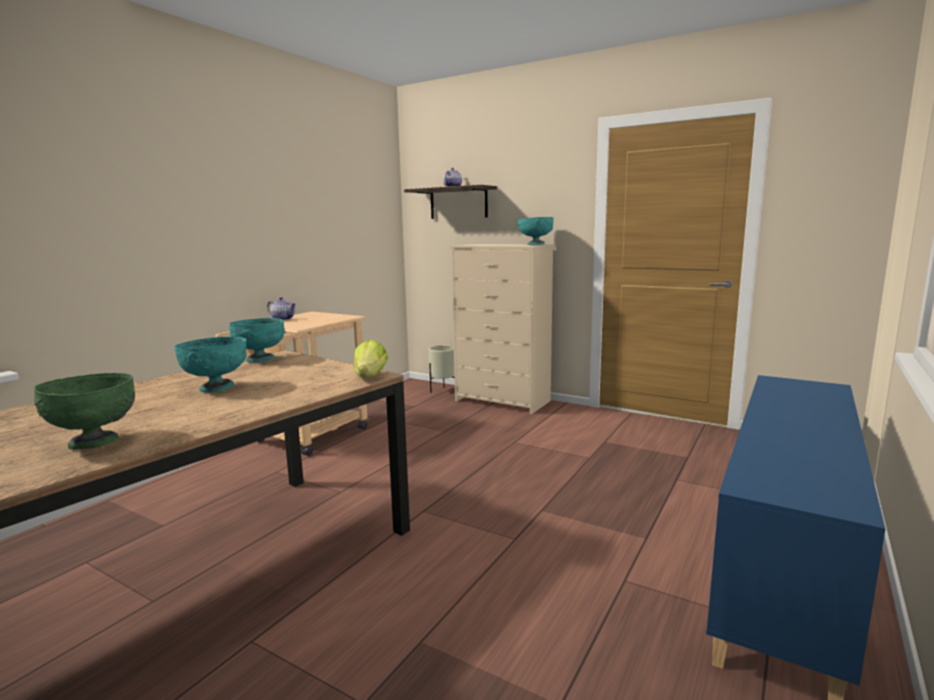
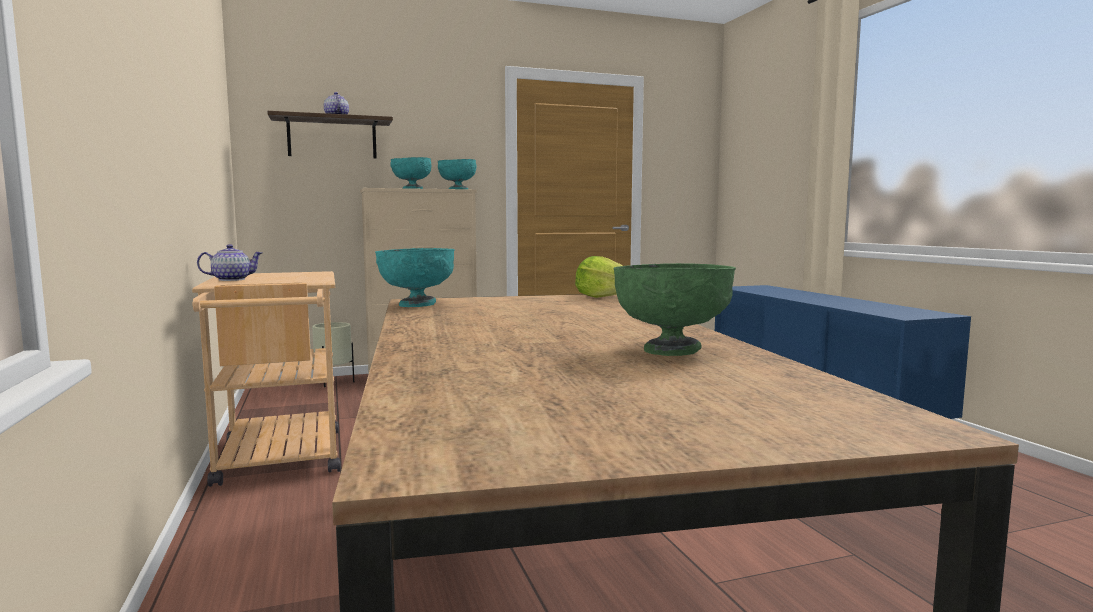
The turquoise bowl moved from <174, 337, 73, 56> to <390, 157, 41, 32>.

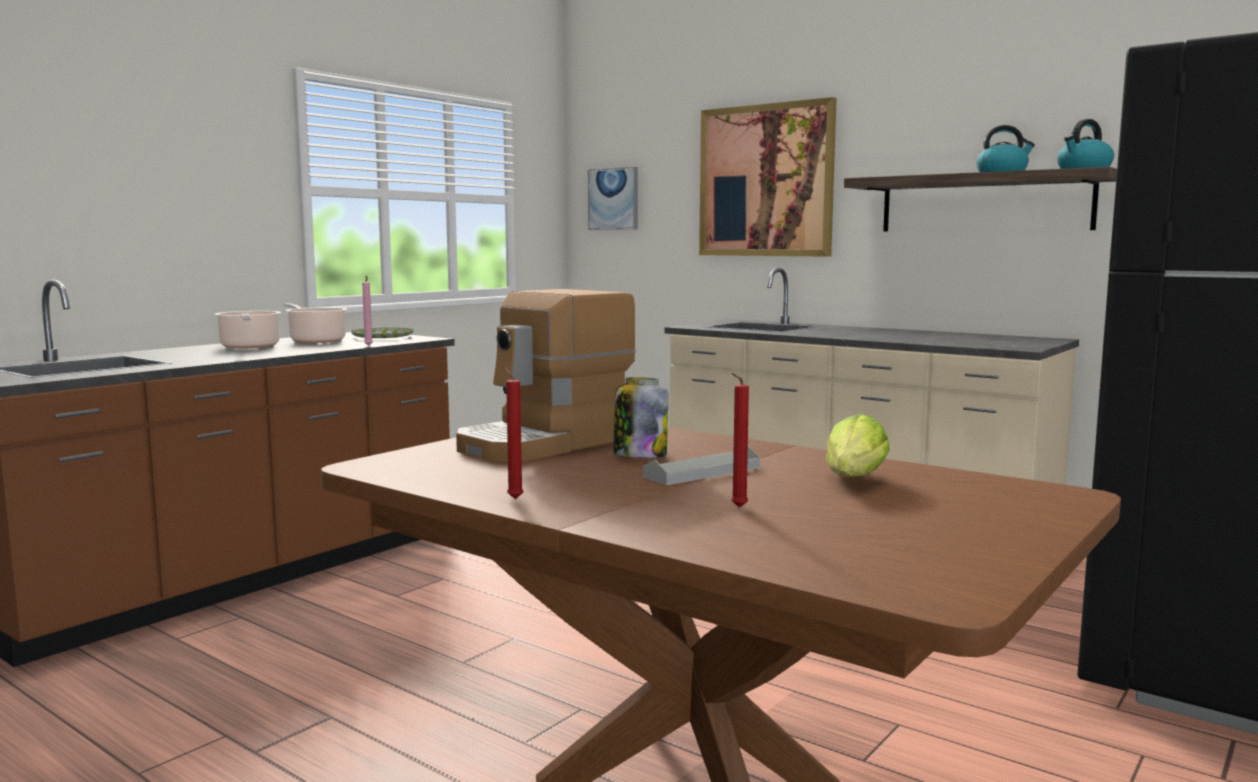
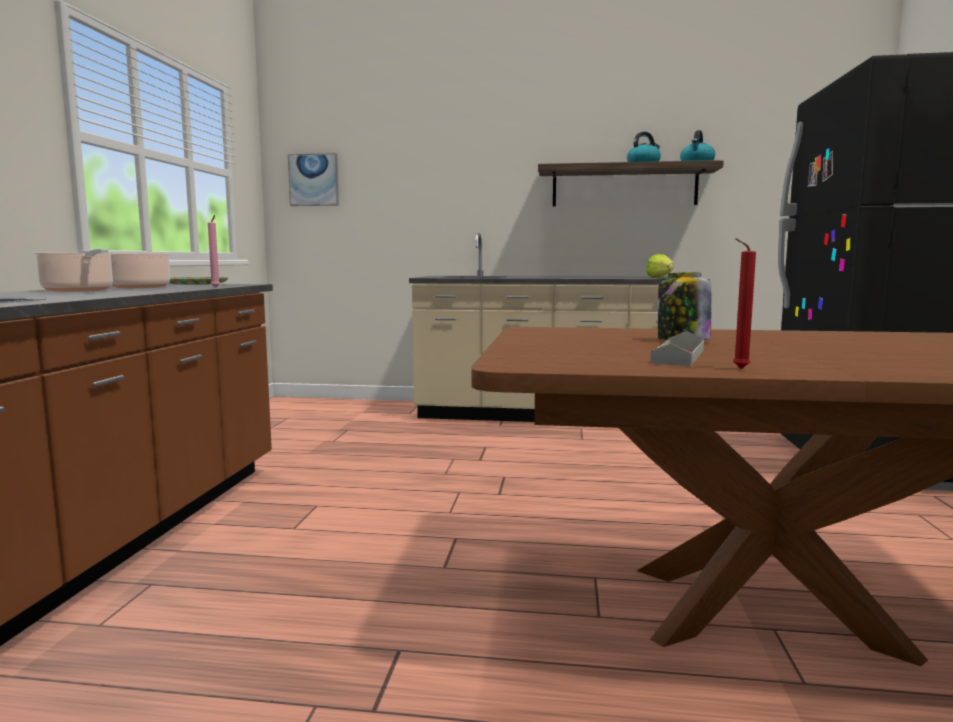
The lettuce moved from <826, 414, 64, 63> to <646, 254, 27, 24>. The grey tray moved from <643, 446, 117, 40> to <650, 331, 54, 35>. The coffee machine at <456, 289, 180, 173> disappeared. The picture at <699, 97, 138, 160> disappeared. The red candle at <731, 373, 18, 135> disappeared.

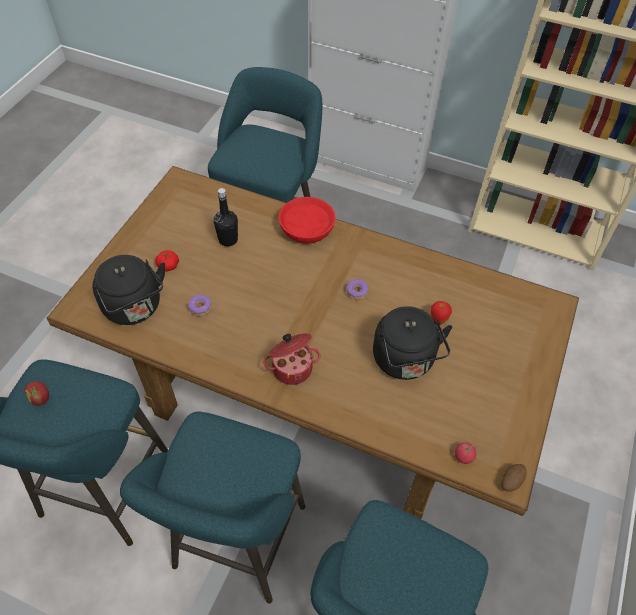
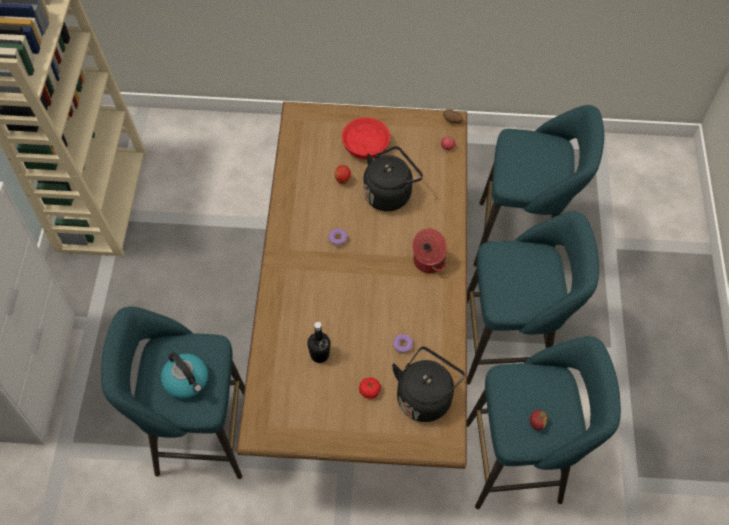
The kettle at <161, 352, 47, 47> appeared. The red bowl moved from <279, 197, 57, 47> to <342, 117, 48, 42>.

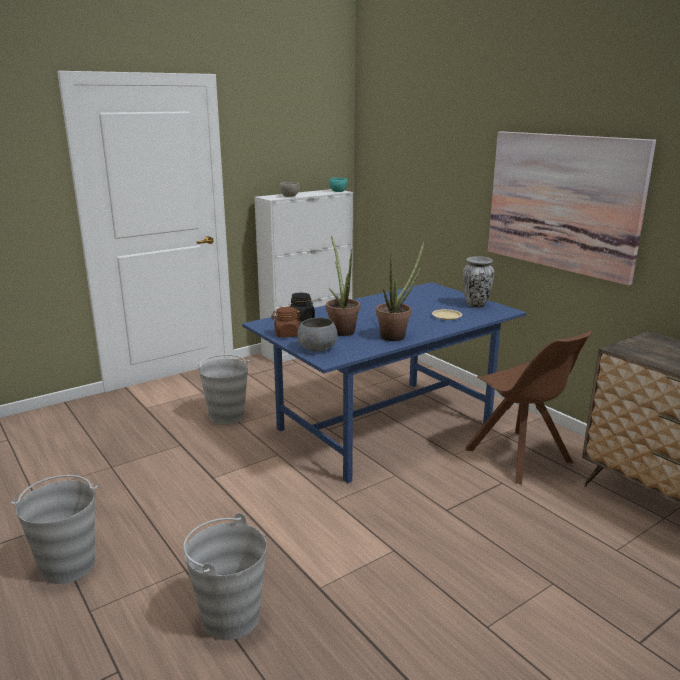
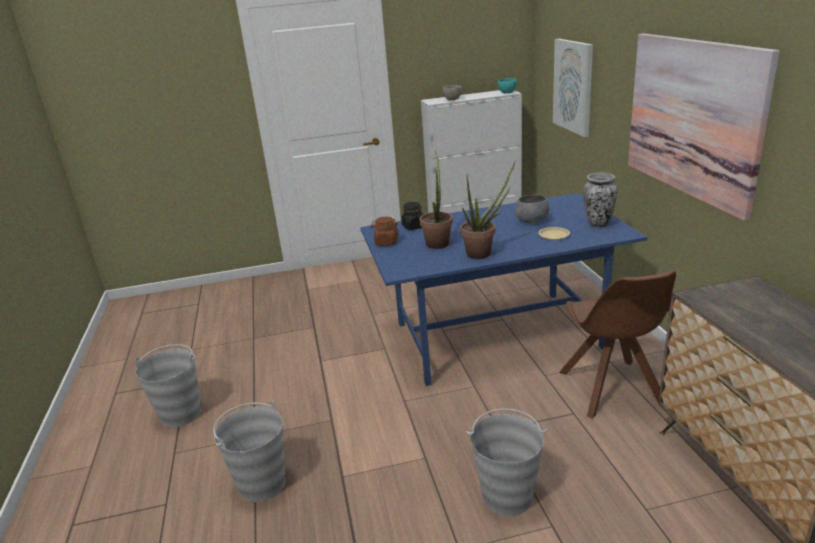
The grey bucket moved from <196, 355, 54, 70> to <467, 409, 80, 107>. The grey bowl moved from <297, 317, 41, 35> to <515, 195, 34, 28>. The picture at <553, 39, 40, 98> appeared.

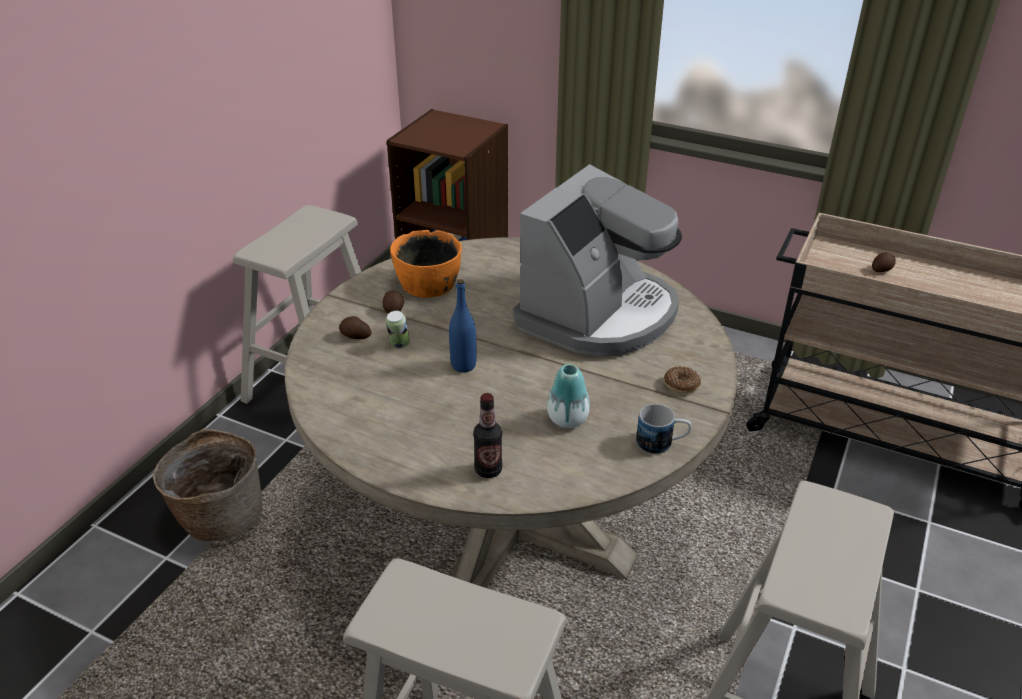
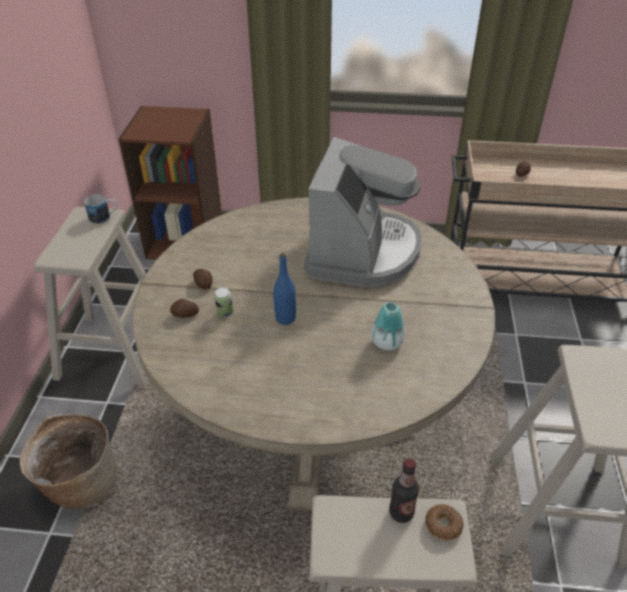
The mug moved from <636, 404, 56, 50> to <84, 194, 34, 30>. The bottle moved from <473, 393, 30, 85> to <389, 458, 30, 65>. The donut moved from <664, 366, 37, 28> to <425, 504, 39, 37>. The orange bowl at <390, 230, 72, 68> disappeared.

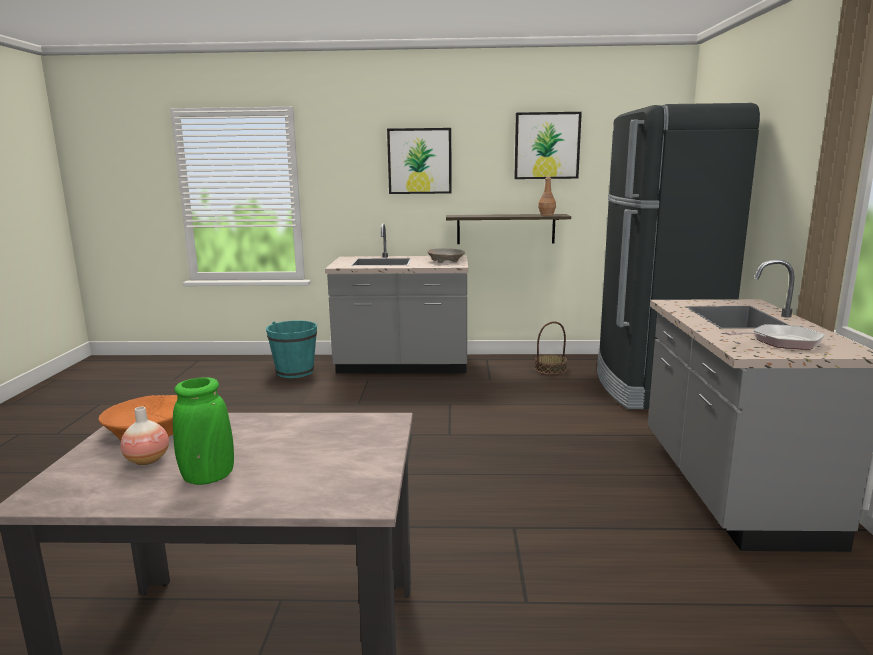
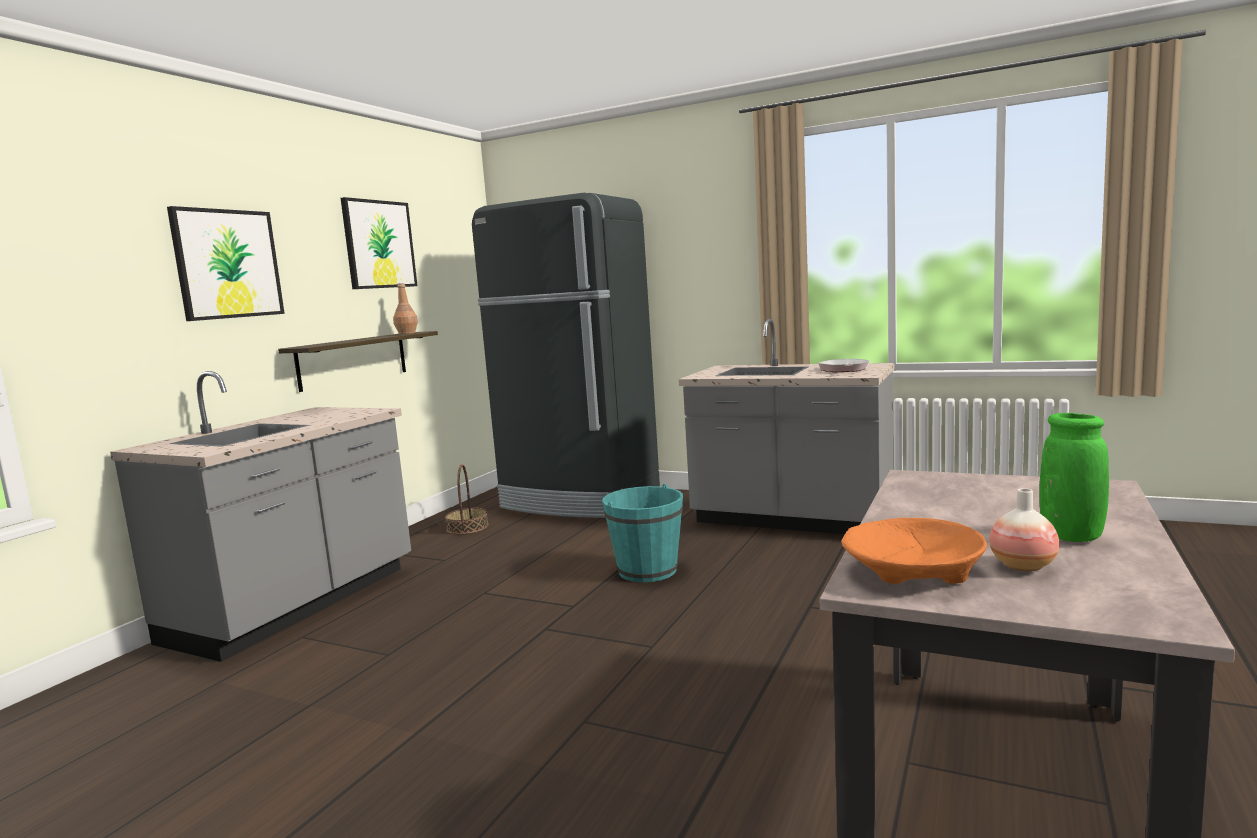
The turquoise bucket moved from <266, 320, 51, 58> to <602, 484, 81, 98>. The beige bowl at <427, 248, 38, 15> disappeared.

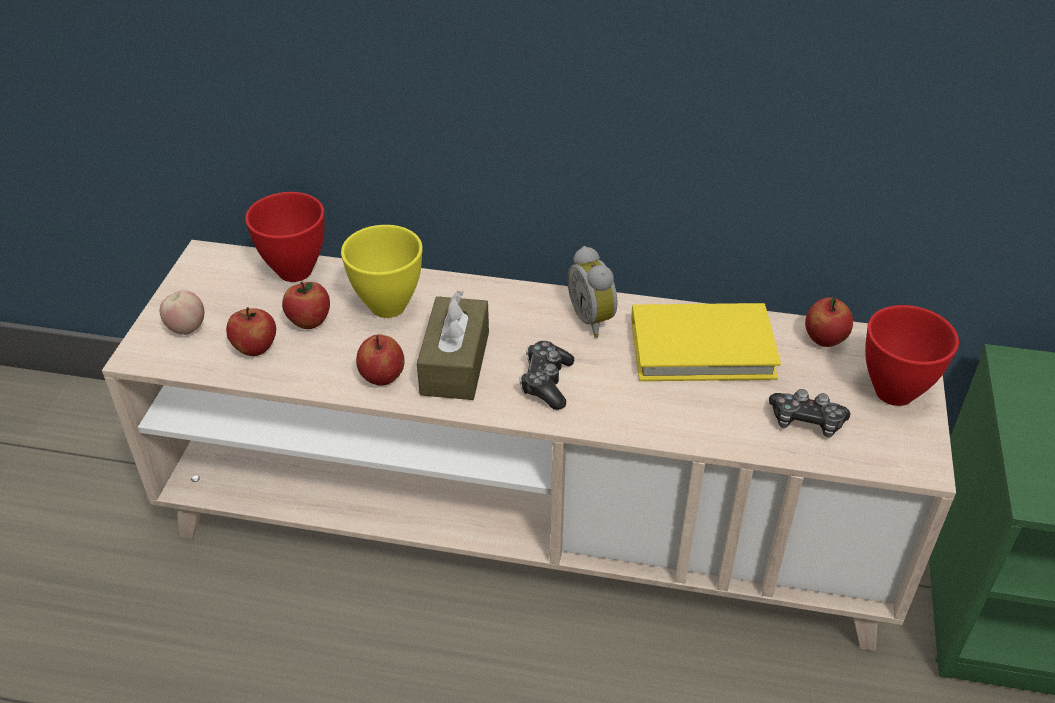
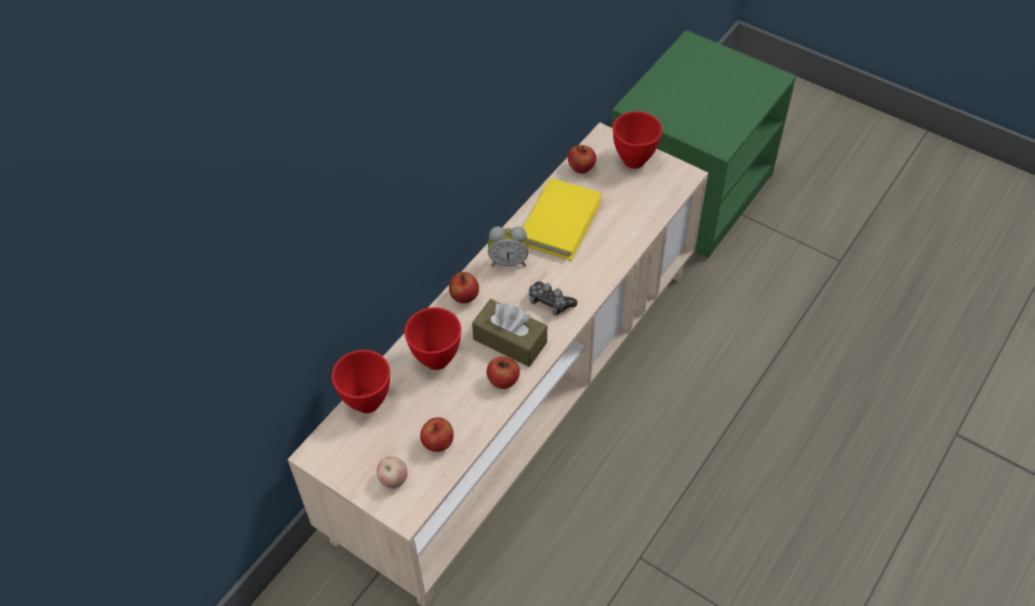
The yellow bowl at <341, 225, 82, 93> became the red bowl at <404, 307, 57, 63>. The apple moved from <282, 282, 48, 47> to <449, 272, 30, 32>. The game controller at <769, 389, 81, 49> disappeared.

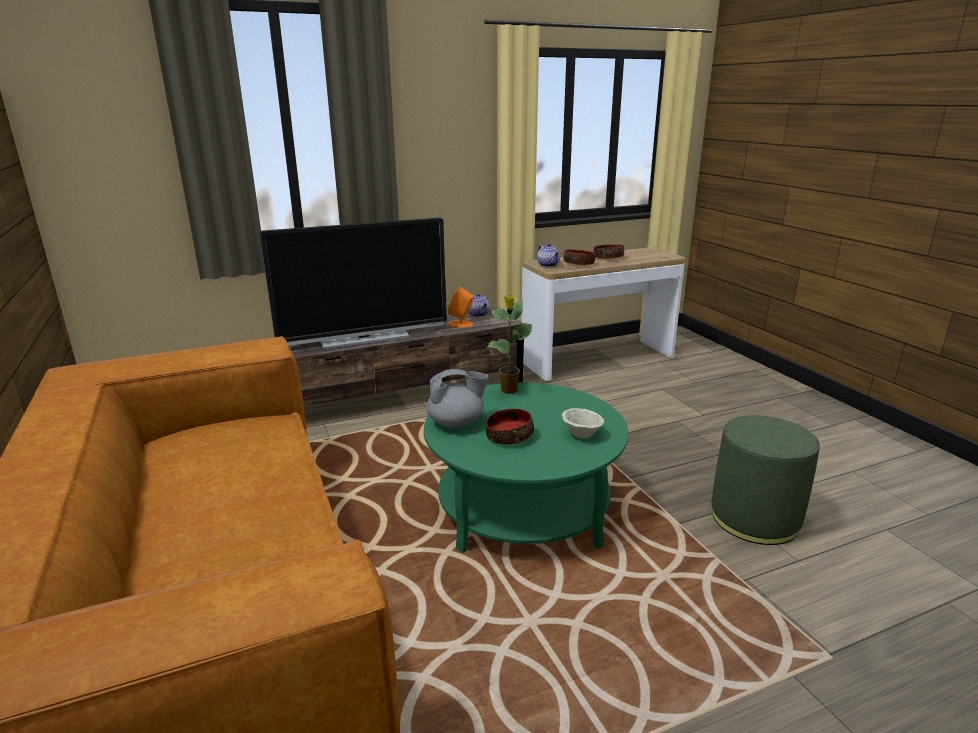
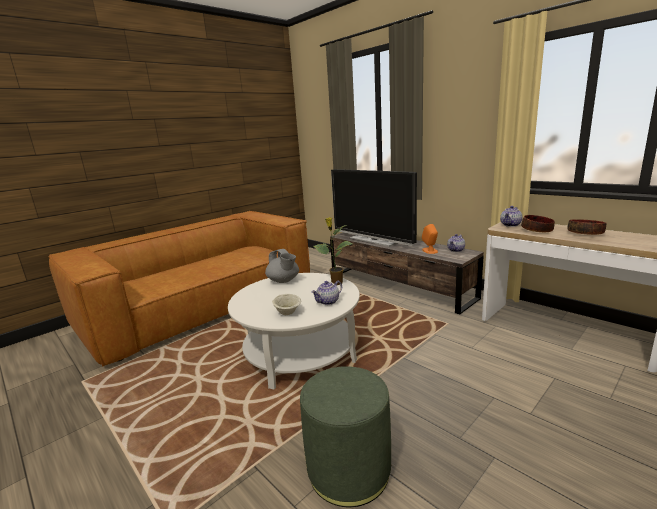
The green coffee table at <424, 382, 204, 171> became the white coffee table at <228, 273, 132, 116>. The teapot at <311, 281, 31, 24> appeared. The bowl at <486, 409, 48, 36> disappeared.

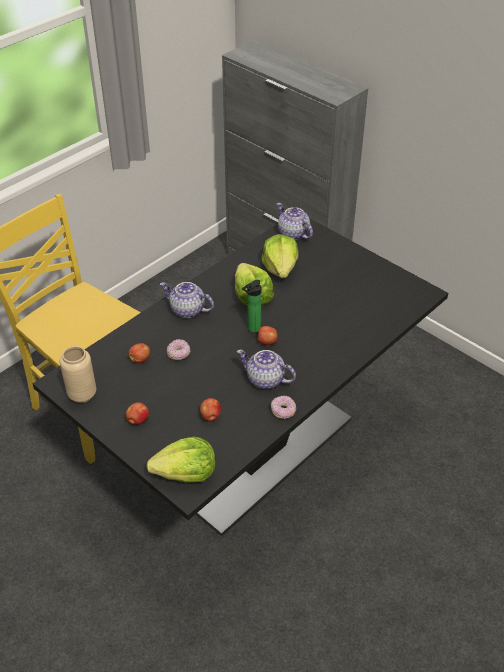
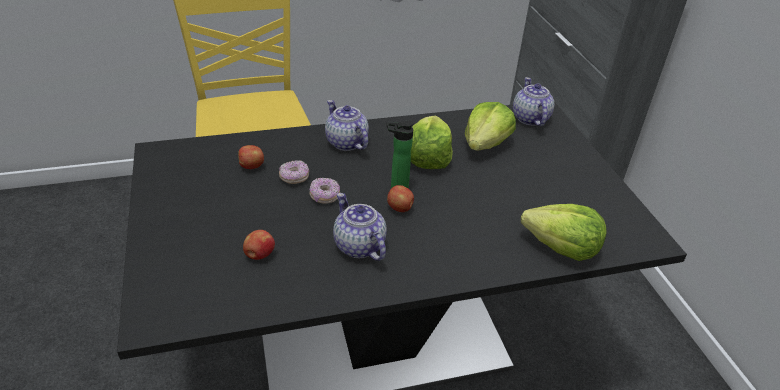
The donut moved from <271, 396, 25, 23> to <310, 178, 30, 25>. The lettuce moved from <146, 437, 70, 46> to <521, 204, 86, 57>. The beige vase at <60, 346, 36, 57> disappeared. The apple at <126, 402, 23, 23> disappeared.

